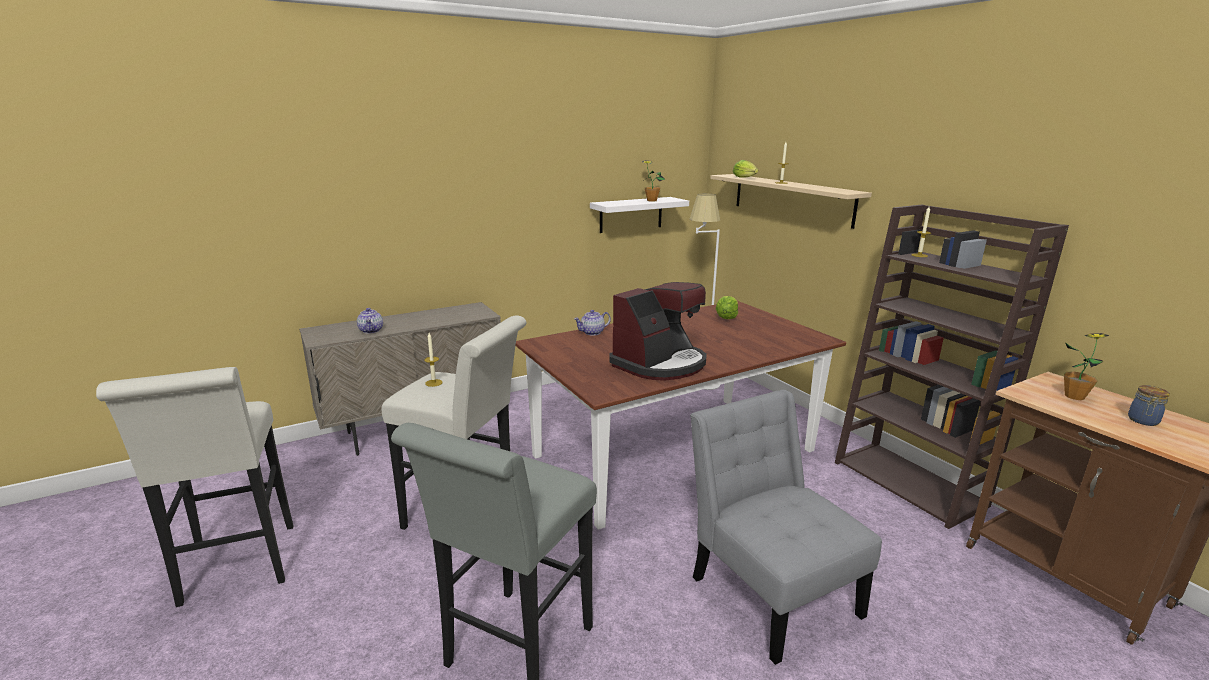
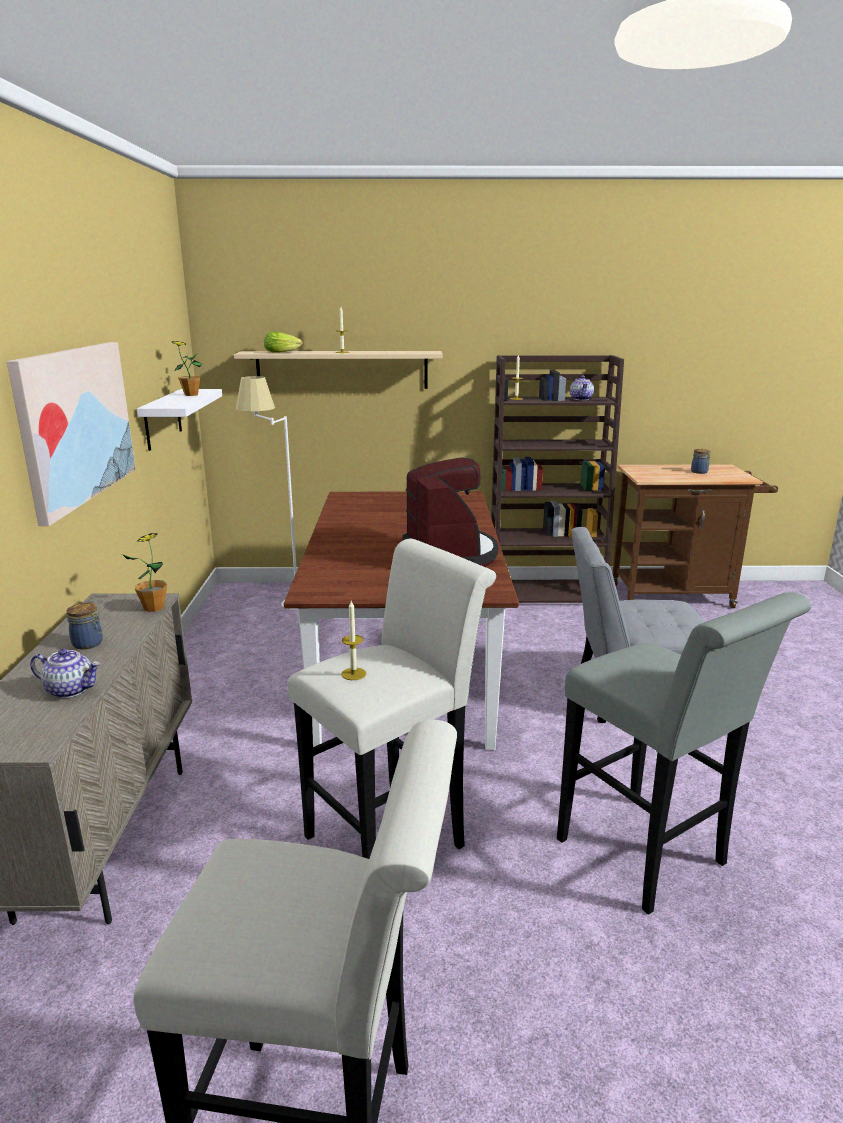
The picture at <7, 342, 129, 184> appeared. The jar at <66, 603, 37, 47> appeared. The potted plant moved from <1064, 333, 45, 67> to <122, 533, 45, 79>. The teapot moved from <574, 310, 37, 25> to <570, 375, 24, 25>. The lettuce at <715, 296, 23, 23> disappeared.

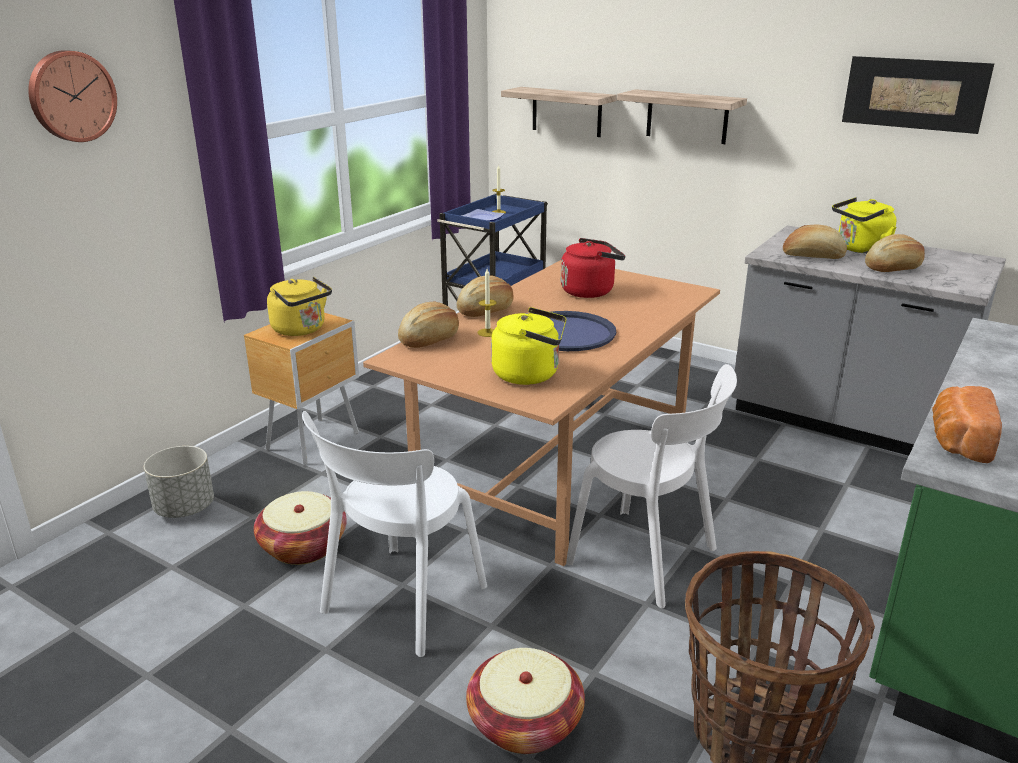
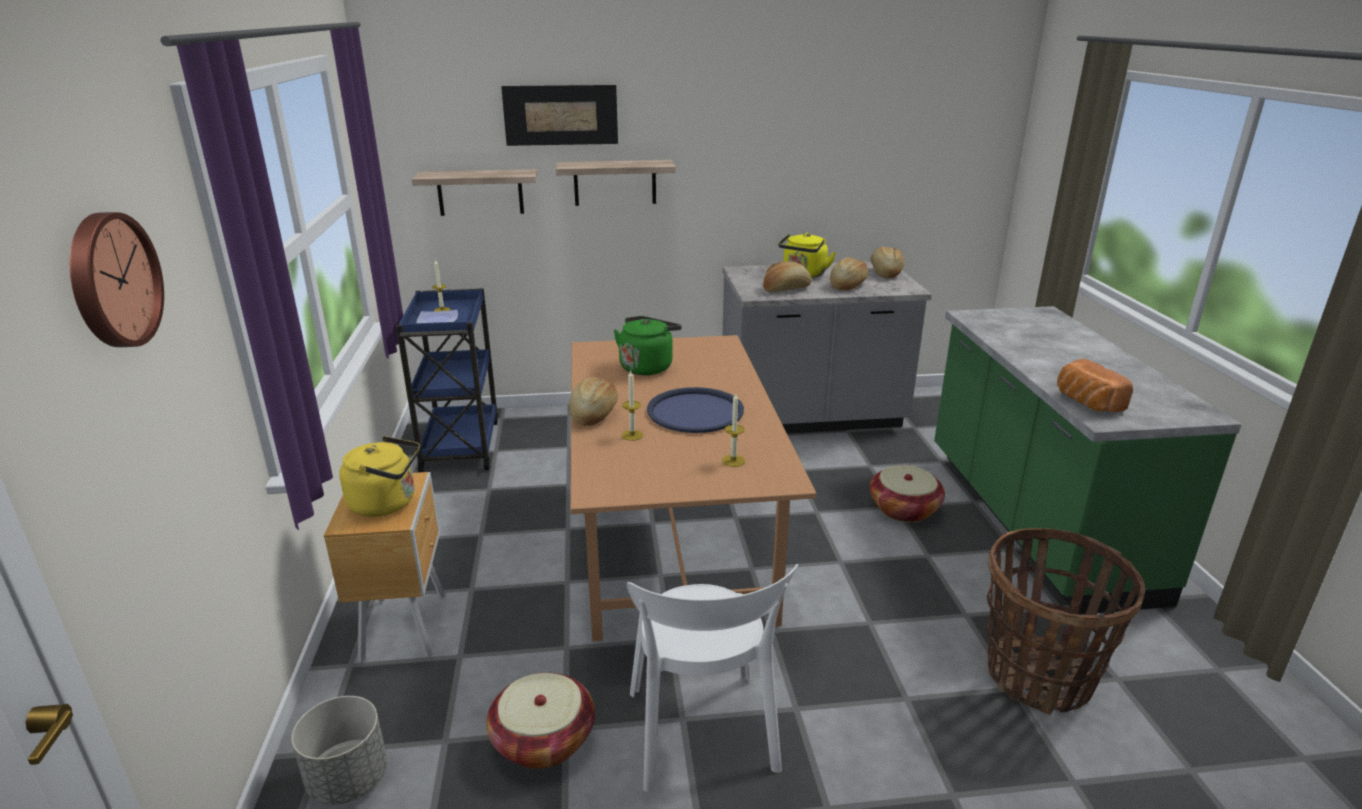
The picture moved from <842, 56, 152, 78> to <501, 85, 117, 61>. The red kettle at <561, 238, 64, 60> became the green kettle at <613, 316, 69, 59>. The yellow kettle at <491, 307, 76, 78> was replaced by the candle at <722, 393, 23, 74>. The bread moved from <398, 302, 61, 46> to <870, 247, 34, 31>. The basket moved from <466, 648, 119, 106> to <870, 465, 75, 57>. The white chair at <566, 364, 171, 244> disappeared.

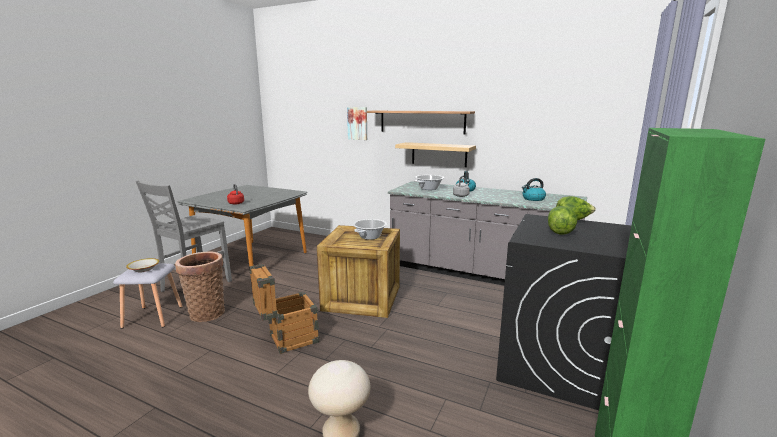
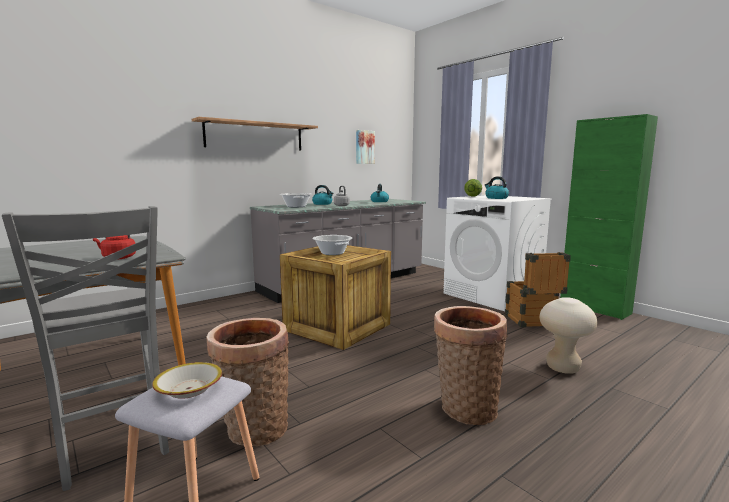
The picture moved from <347, 107, 20, 33> to <356, 130, 19, 34>. The basket at <434, 306, 73, 119> appeared. The black washing machine at <496, 214, 135, 196> became the white washing machine at <443, 195, 109, 116>. The lettuce at <548, 206, 29, 28> was replaced by the kettle at <485, 176, 24, 23>. The crate moved from <249, 264, 70, 90> to <505, 252, 66, 75>. The shelf at <395, 142, 81, 25> disappeared.

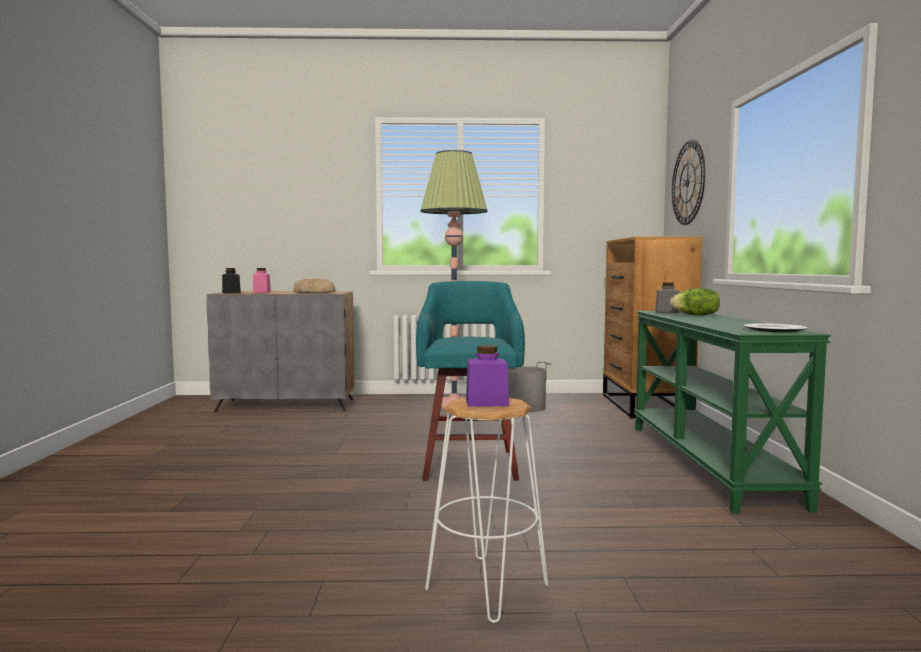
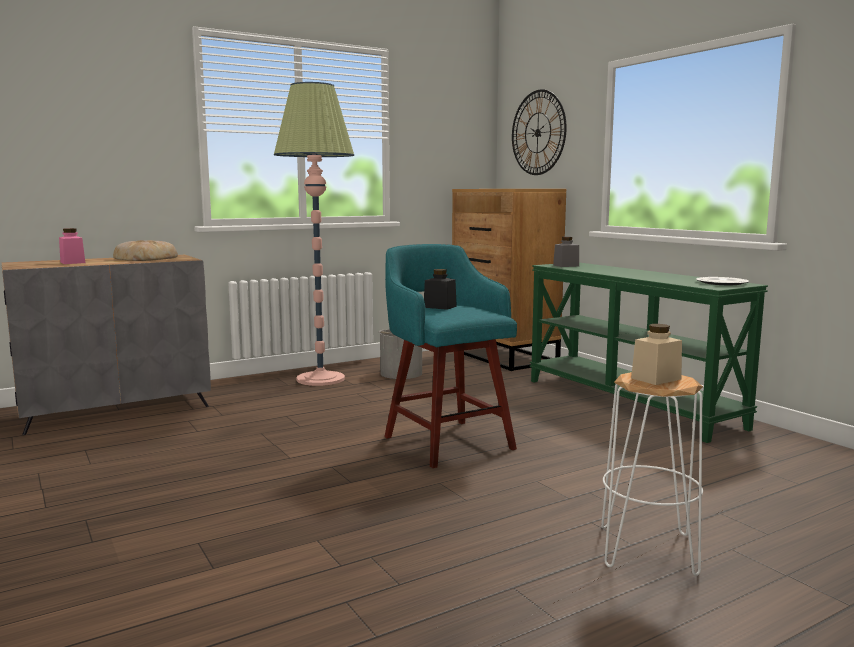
The black jar moved from <222, 268, 19, 26> to <424, 269, 33, 41>. The purple jar at <466, 345, 43, 62> became the beige jar at <631, 324, 51, 61>. The lettuce at <670, 288, 50, 27> disappeared.

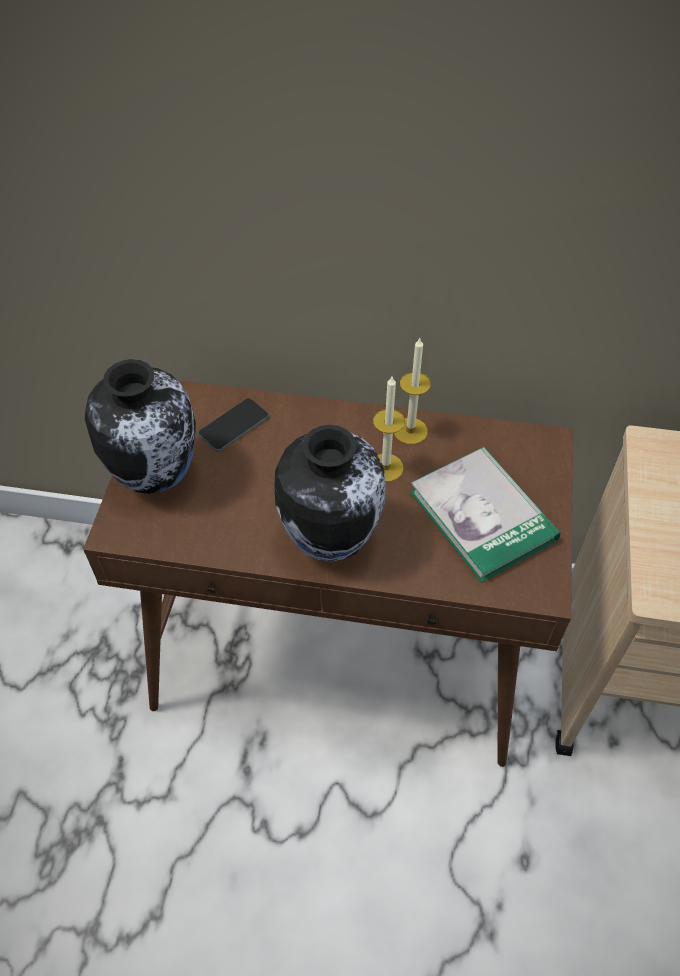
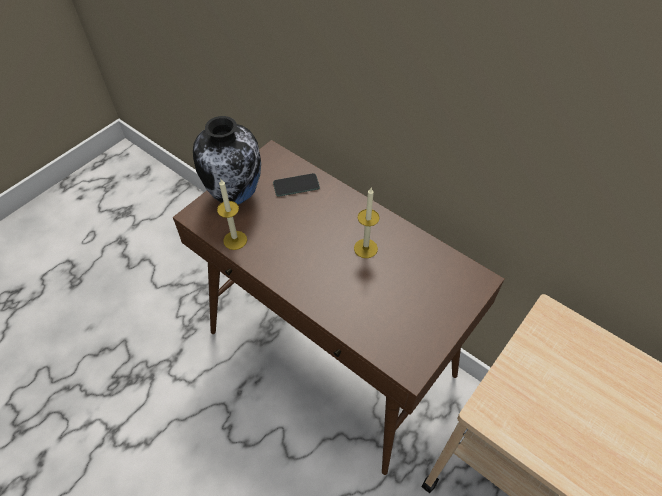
The candle moved from <394, 338, 37, 106> to <217, 179, 30, 71>. The vase at <275, 425, 110, 137> disappeared. The book at <410, 447, 150, 135> disappeared.

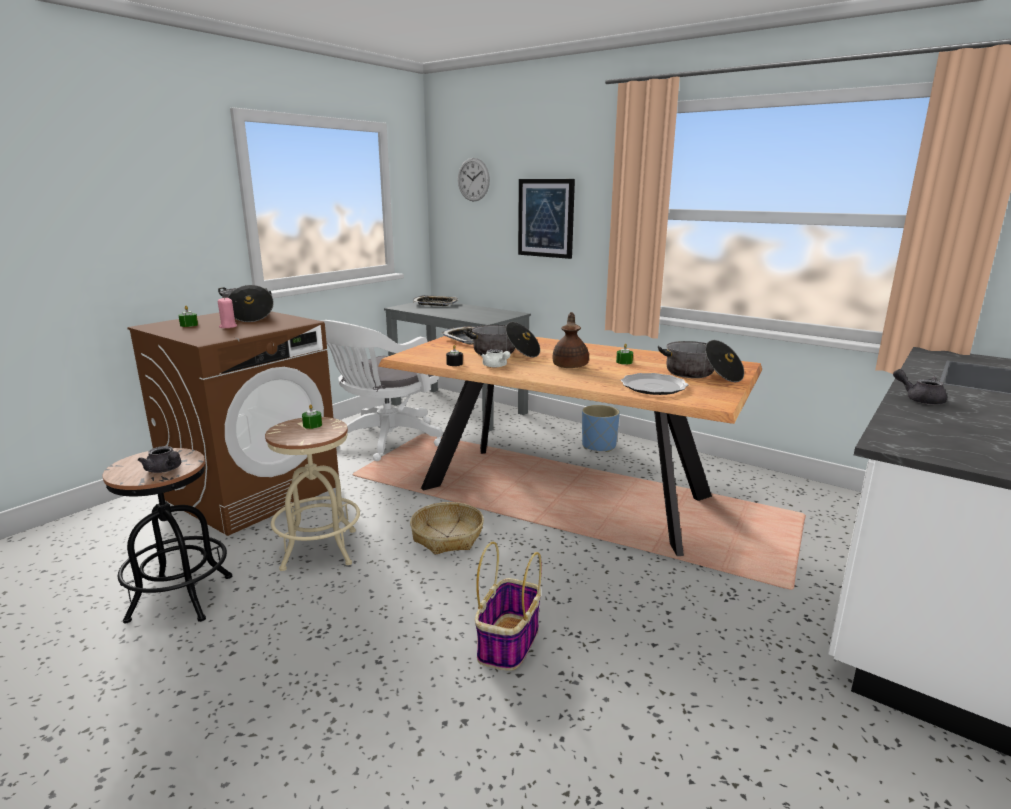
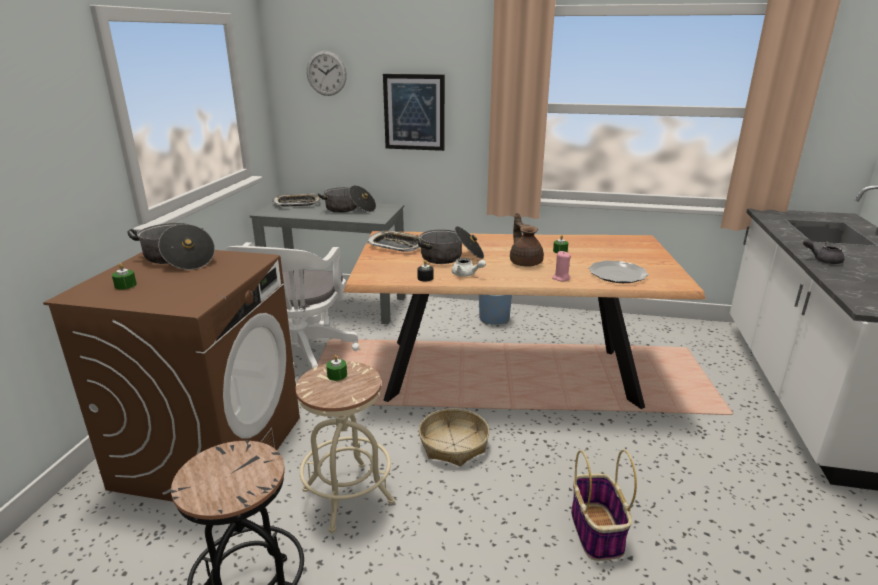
The cooking pot moved from <658, 340, 86, 42> to <318, 185, 58, 28>. The pink candle moved from <218, 298, 19, 30> to <552, 251, 19, 30>. The grey teapot at <138, 446, 43, 27> disappeared.

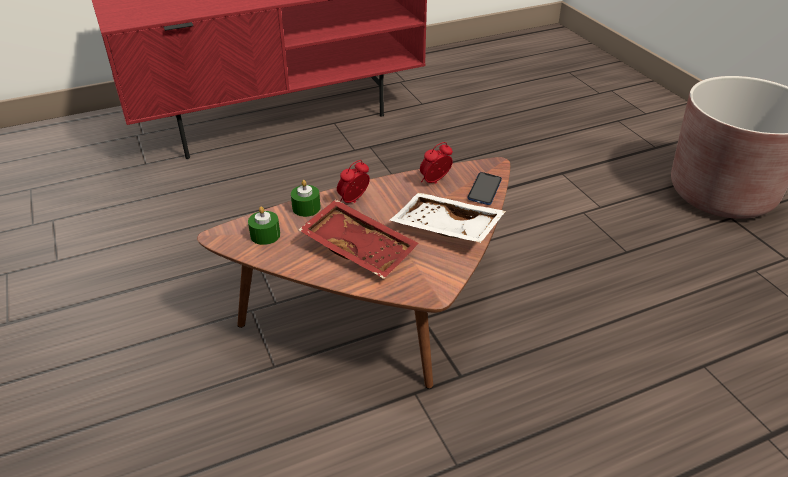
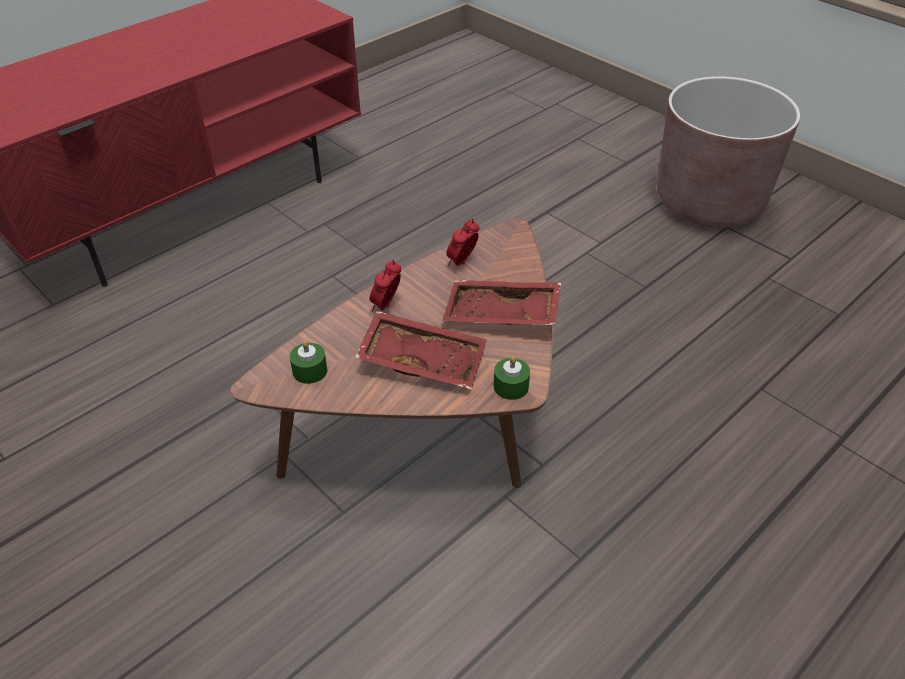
The white tray at <390, 193, 116, 50> became the red tray at <442, 280, 119, 45>. The green candle moved from <291, 180, 30, 37> to <494, 356, 36, 44>. The phone at <467, 172, 35, 33> disappeared.

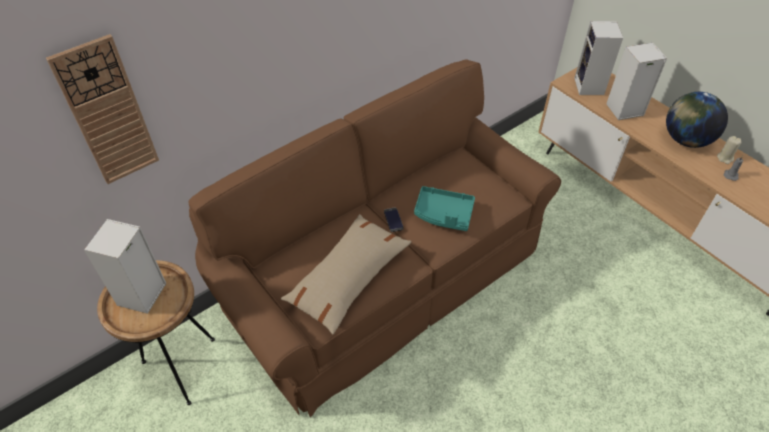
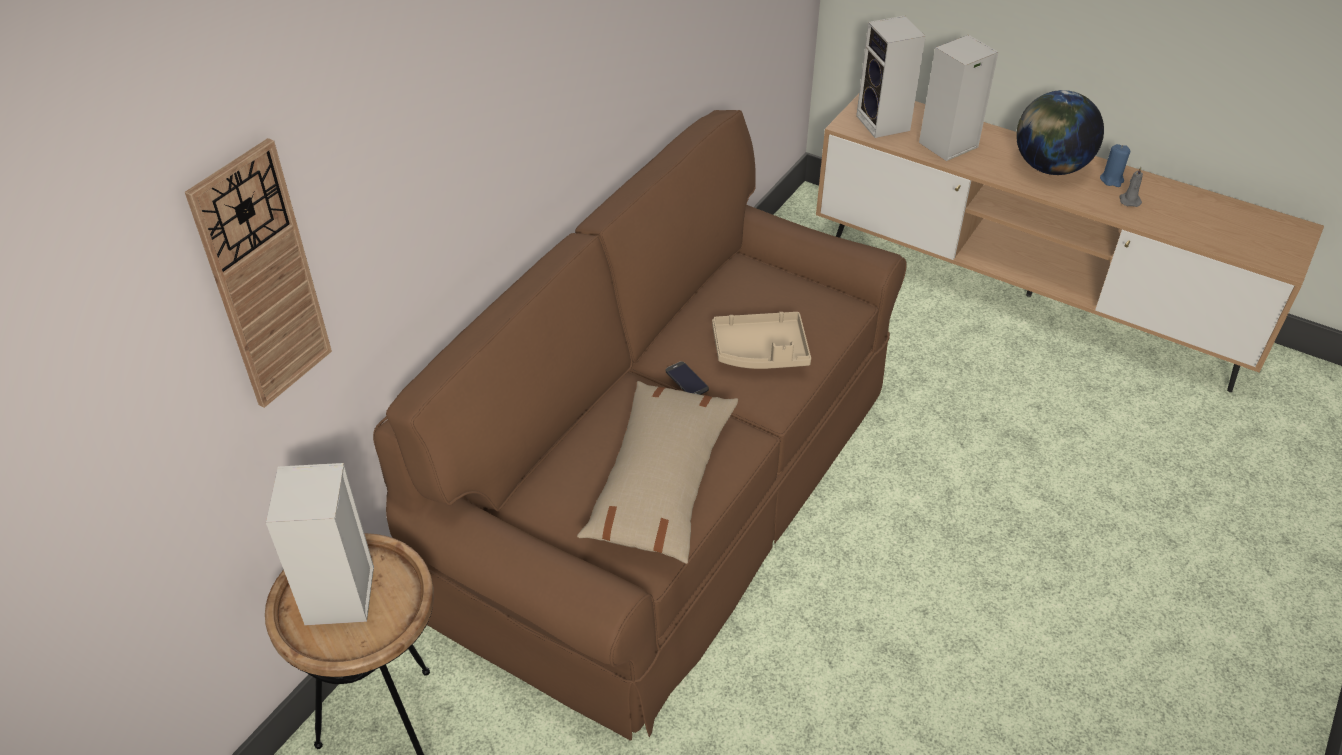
The turquoise tray at <414, 186, 61, 45> became the beige tray at <712, 312, 99, 57>. The beige candle at <717, 136, 24, 28> became the blue candle at <1100, 144, 30, 43>.

